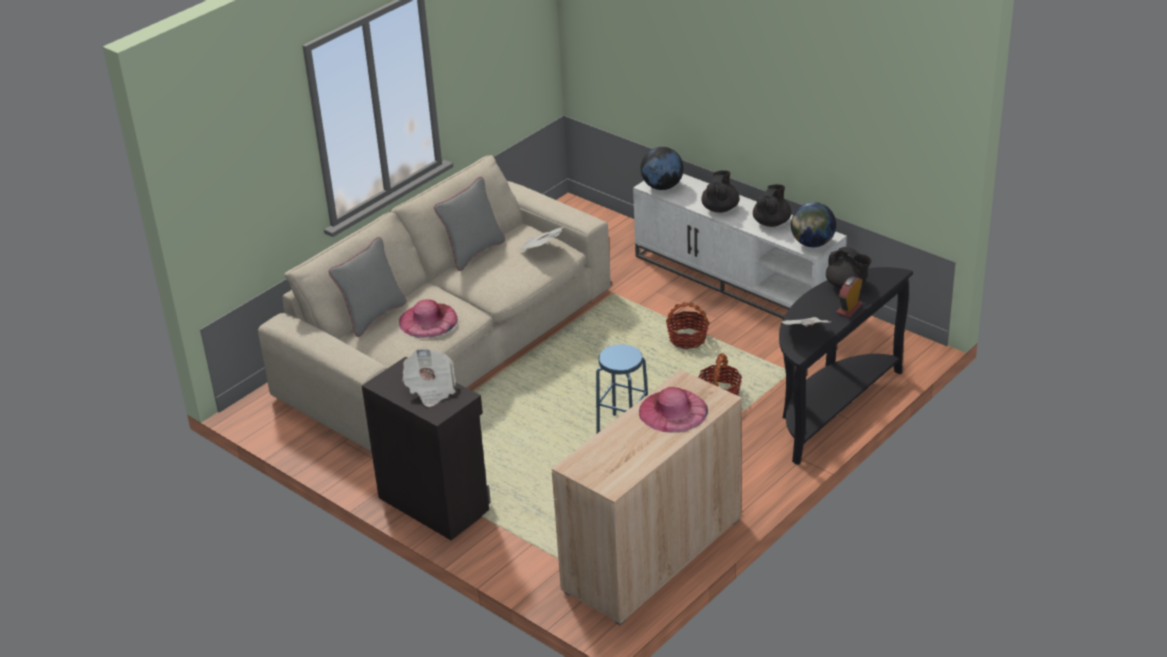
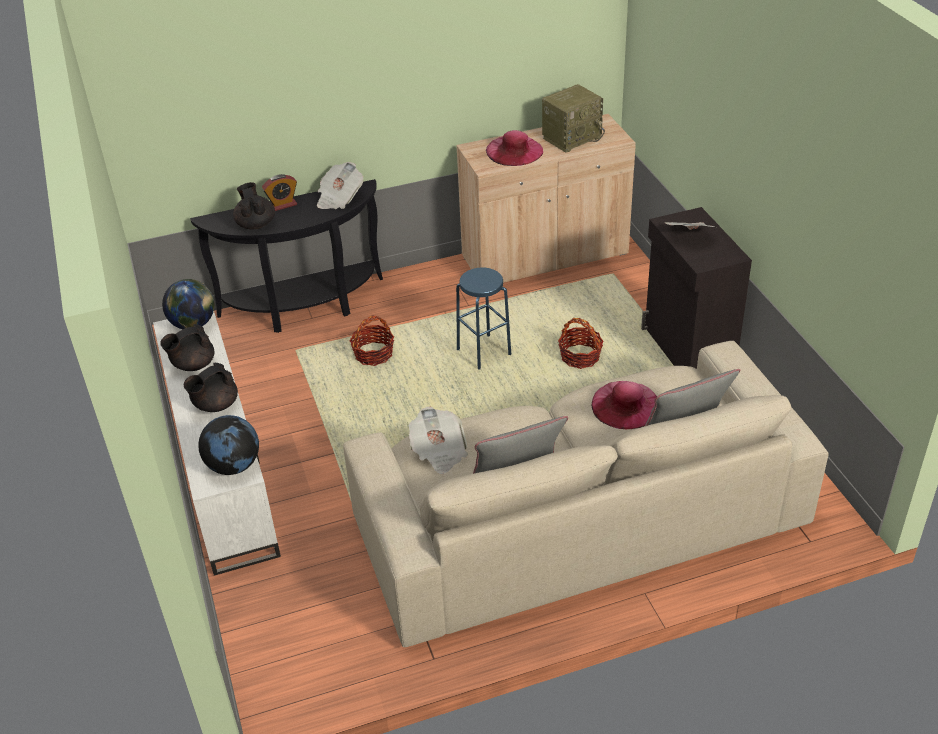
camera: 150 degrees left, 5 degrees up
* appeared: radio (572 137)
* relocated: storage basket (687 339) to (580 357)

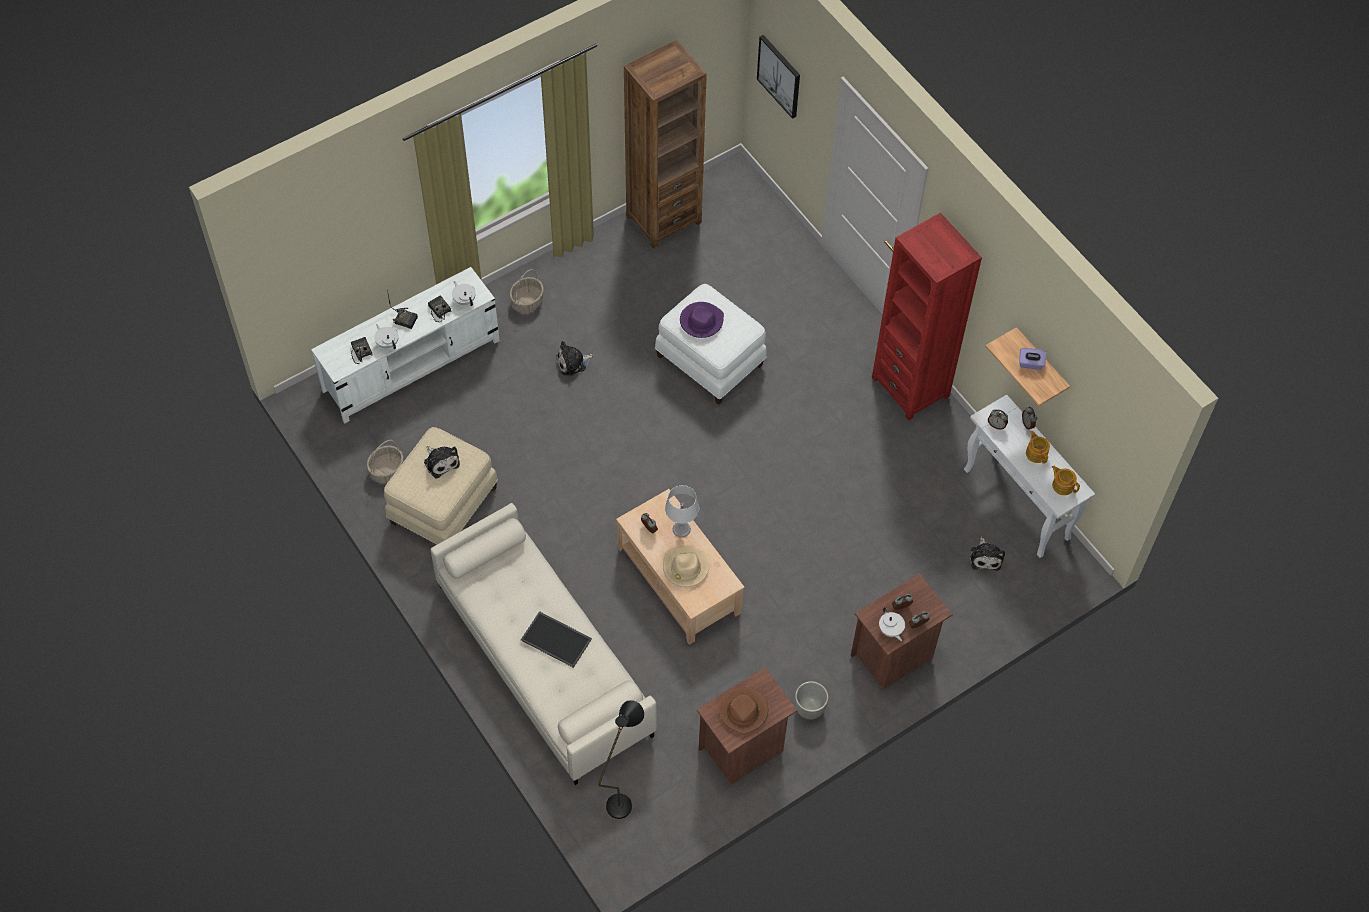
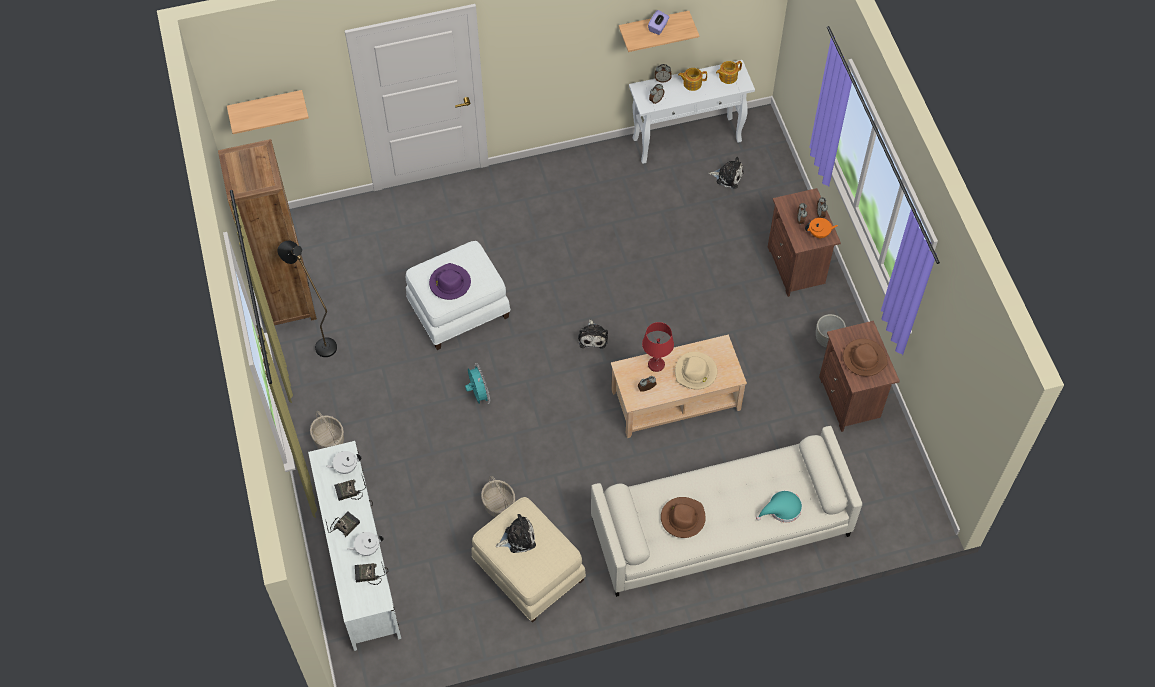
camera: 70 degrees left, 0 degrees up
* exchanged: wall art (779 76) to shelf (266 106)
* relocated: standard lamp (blackish) (623 798) to (320 342)
* appeared: electric fan (blue-green) (478 394)
* relocated: storage basket (387 471) to (499 504)
* relocated: plush toy (573 362) to (593 337)
* colour: lamp for a table (gray) (681 530) to lamp for a table (reddish) (656 365)
* appeared: clothing hat (brown) (682 518)
* appeared: clothing hat (blue-green) (782 509)
* colour: pot for tea (white-coloured) (890 630) to pot for tea (orange) (819 233)
* missing: carrying tray (557 639)
* missing: shelving unit (reddish) (910 387)

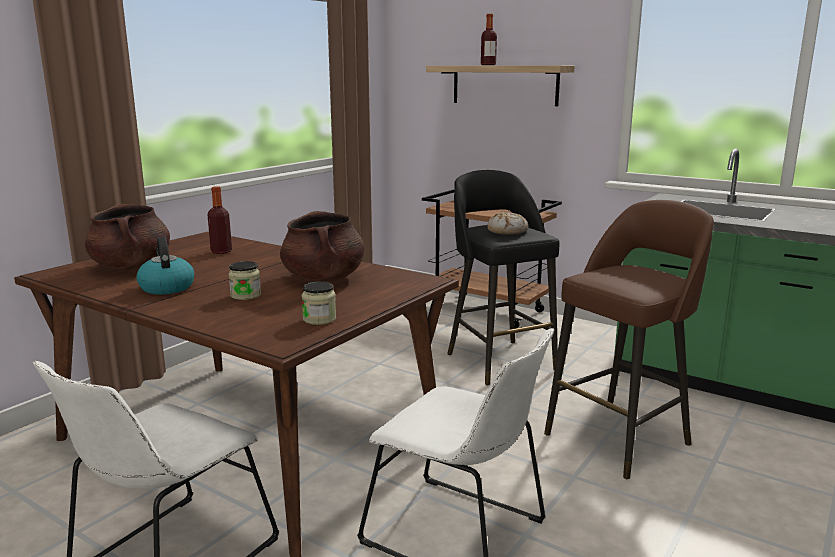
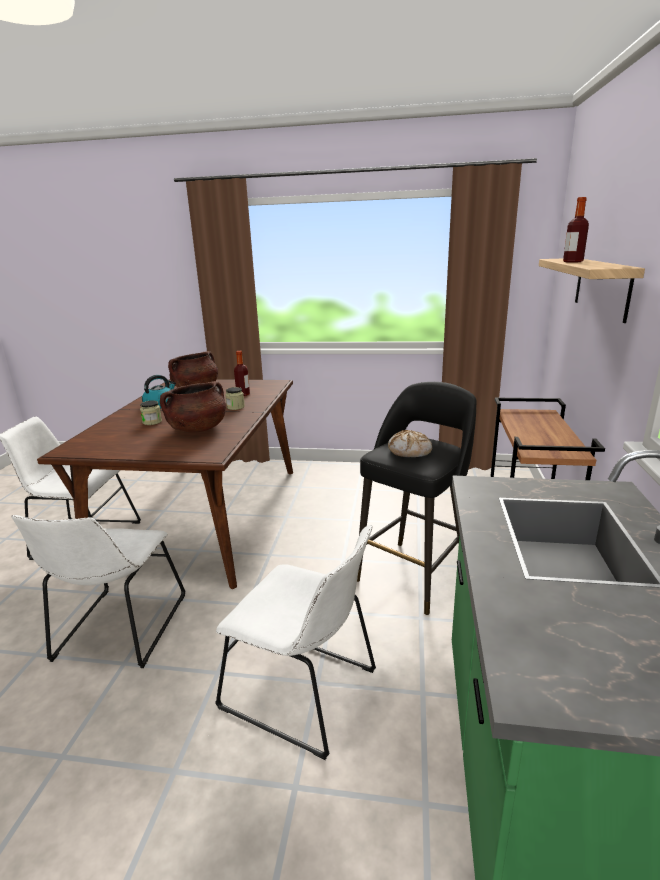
camera: 65 degrees right, 5 degrees up
* exchanged: stool seat (brown) (620 438) to chair (white-coloured) (305 692)
* relocated: preserve jar (319 319) to (235 407)

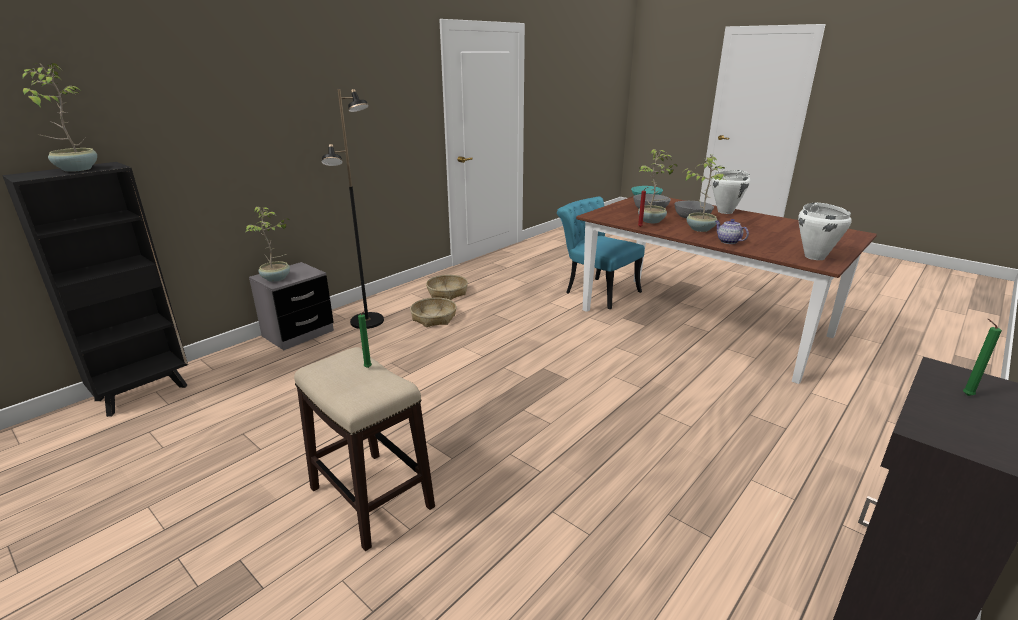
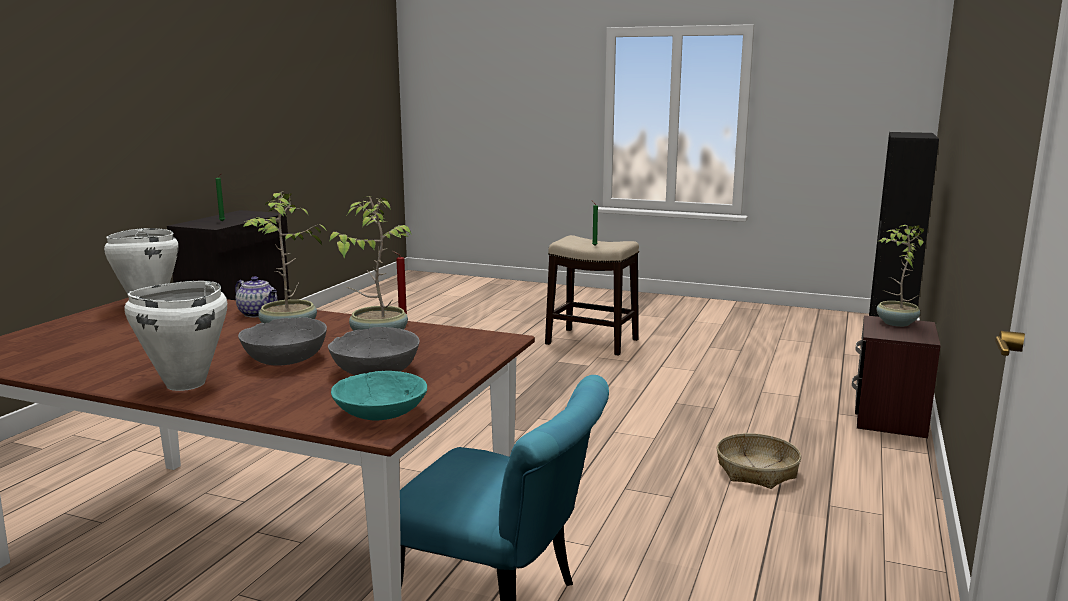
camera: 160 degrees right, 10 degrees down
* colour: bedside table (gray) (298 333) to bedside table (brown) (889 418)
* missing: houseplant (76 169)
* missing: standard lamp (blackish) (367 321)
* missing: storage basket (447 292)

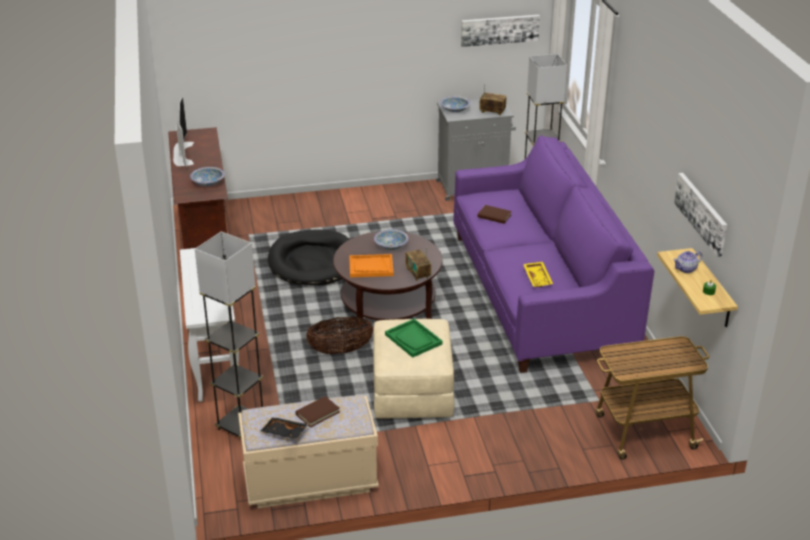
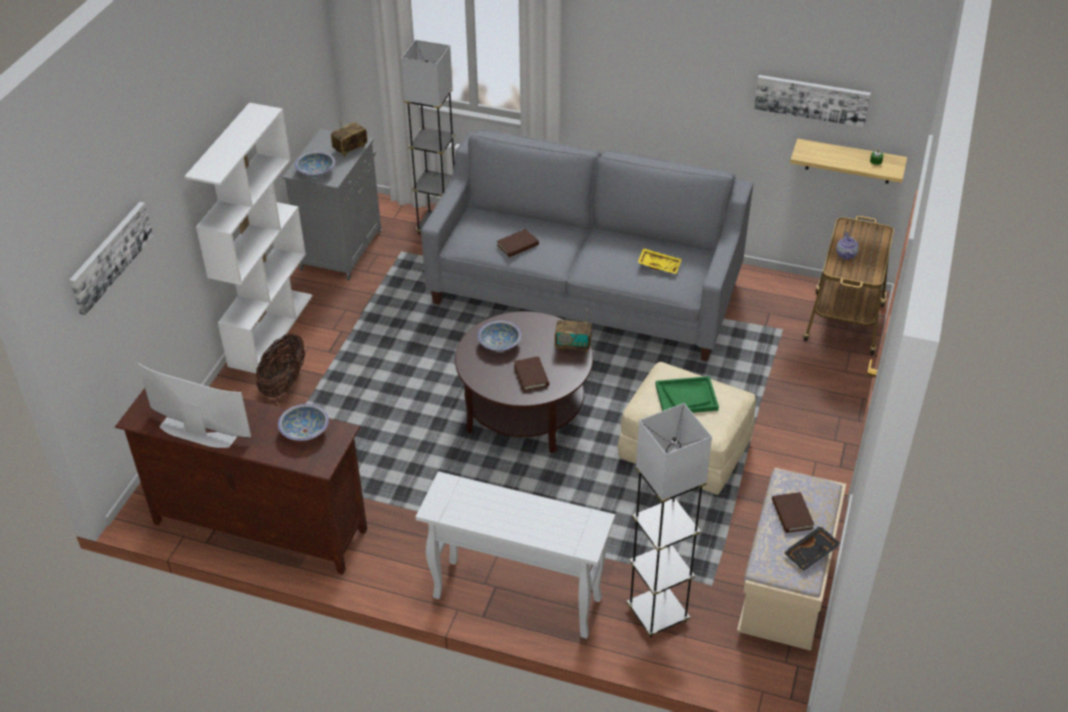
camera: 60 degrees left, 10 degrees up
* relocated: wall art (499 30) to (110 256)
* appeared: shelving unit (white-coloured) (270 329)
* relocated: storage basket (340 350) to (284 382)
* colour: couch (purplish) (539 294) to couch (gray) (585 291)
* exchanged: carrying tray (orange) (371 267) to bound book (brown) (531 375)
* relocated: pot for tea (686 269) to (846 255)
* missing: dog cushion (blackish) (313 262)

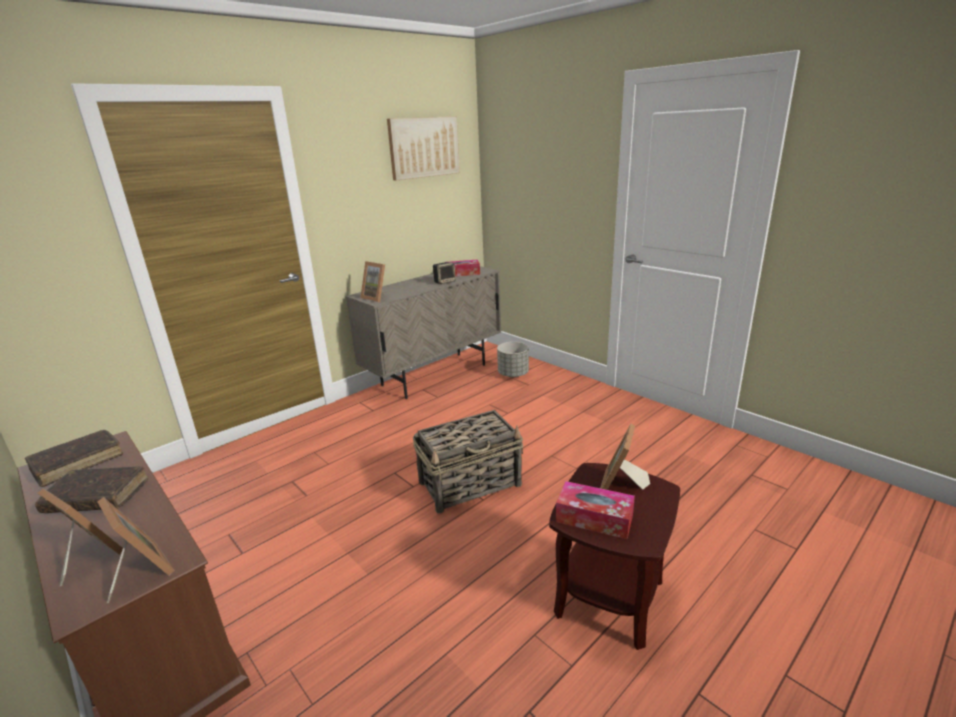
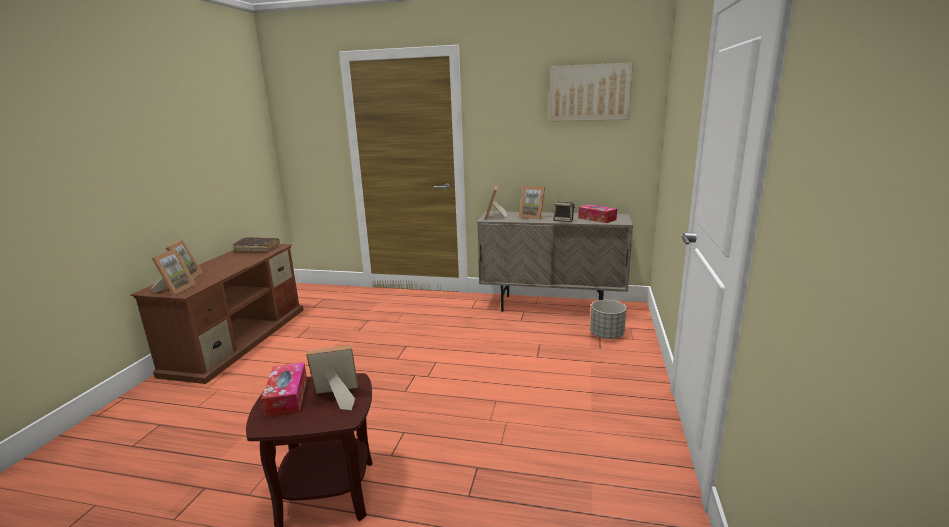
camera: 55 degrees right, 5 degrees down
* appeared: photo frame (532 217)
* missing: bound book (brown) (97 497)
* missing: storage basket (471 483)

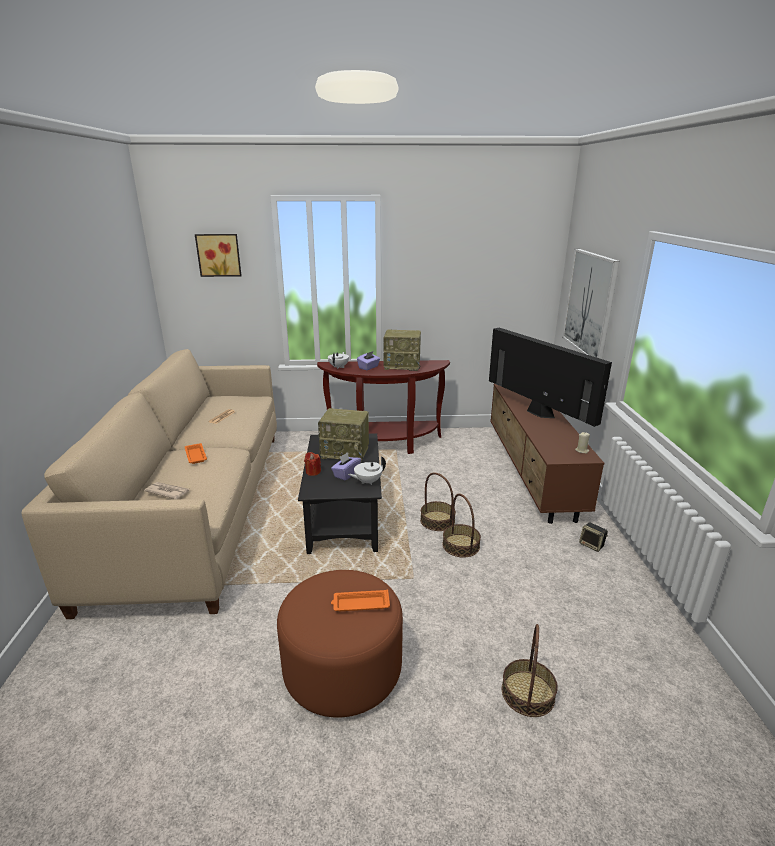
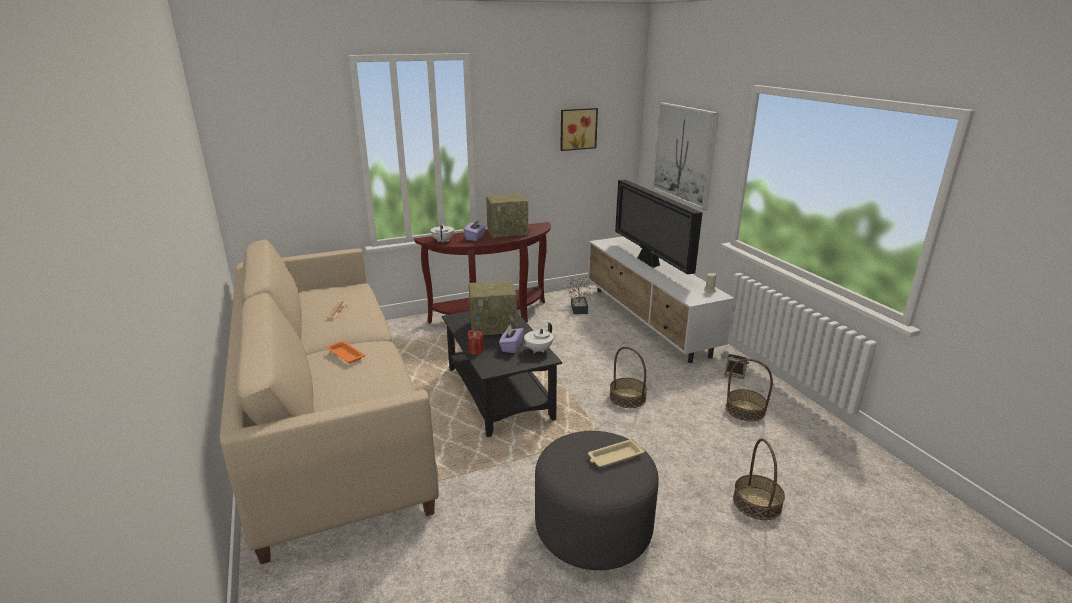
camera: 20 degrees left, 0 degrees up
* colour: footrest (brown) (342 669) to footrest (gray) (593 528)
* relocated: wall art (219 255) to (577 129)
* appeared: houseplant (579 307)
* colour: media console (brown) (532 472) to media console (white-coloured) (648 321)
* colour: carrying tray (orange) (360 604) to carrying tray (sand-coloured) (615 456)
* spun: TV set (538 413) = (649 263) 150 degrees counterclockwise
* relocated: storage basket (437 521) to (745 410)
* missing: printed paper (167 492)

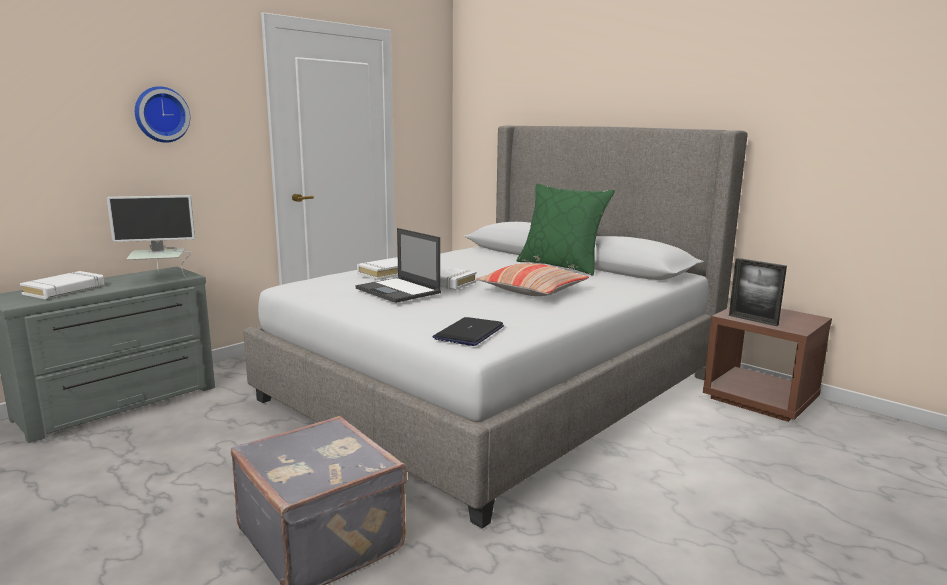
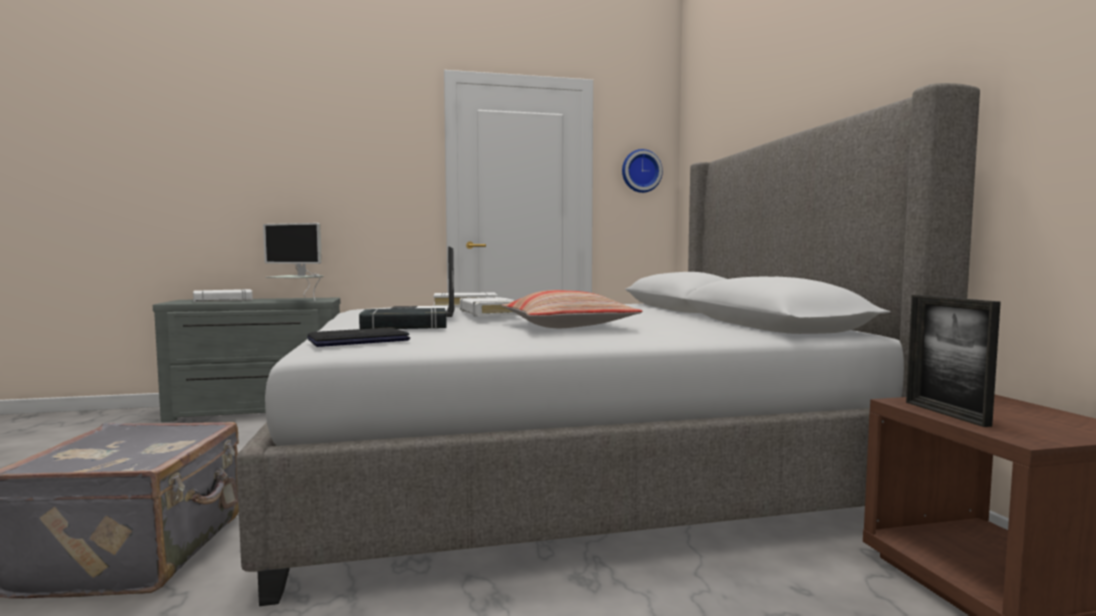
camera: 35 degrees right, 10 degrees down
* appeared: bound book (blackish) (404 326)
* relocated: hanging clock (161 114) to (640 171)
* missing: throw pillow (green-coloured) (561 266)

